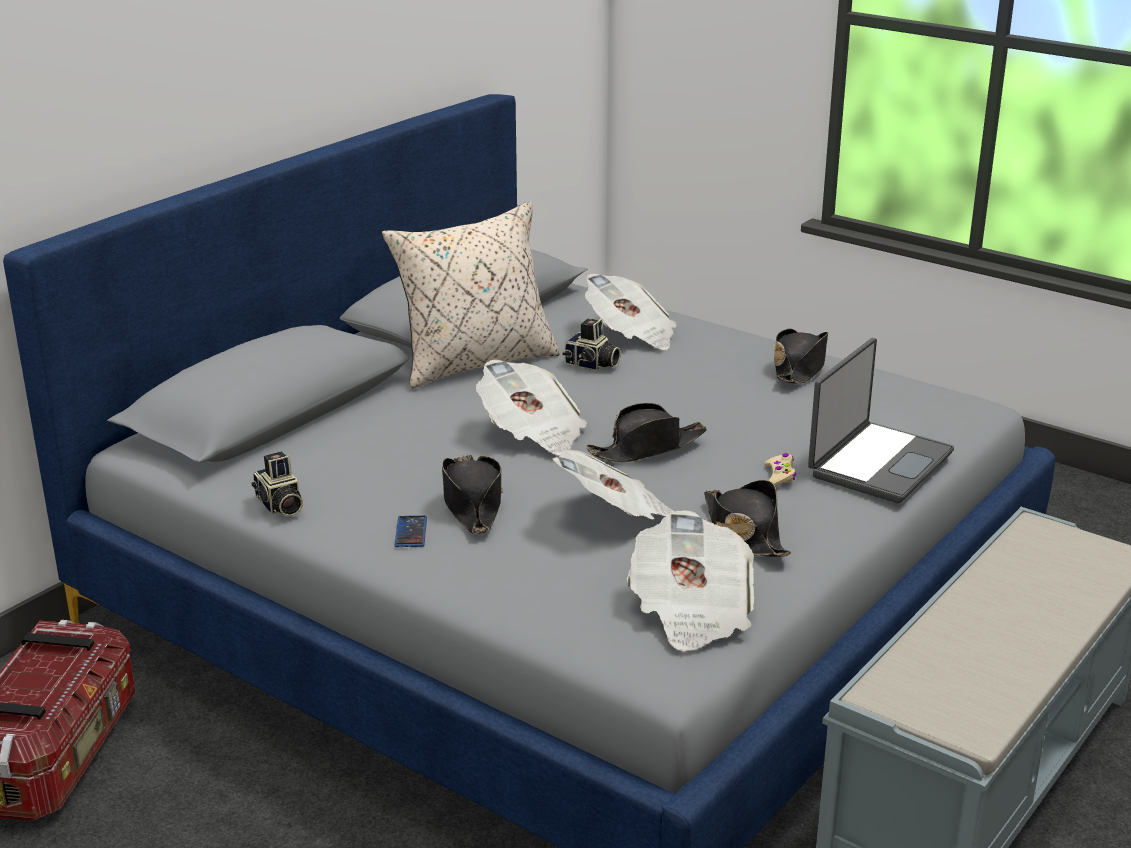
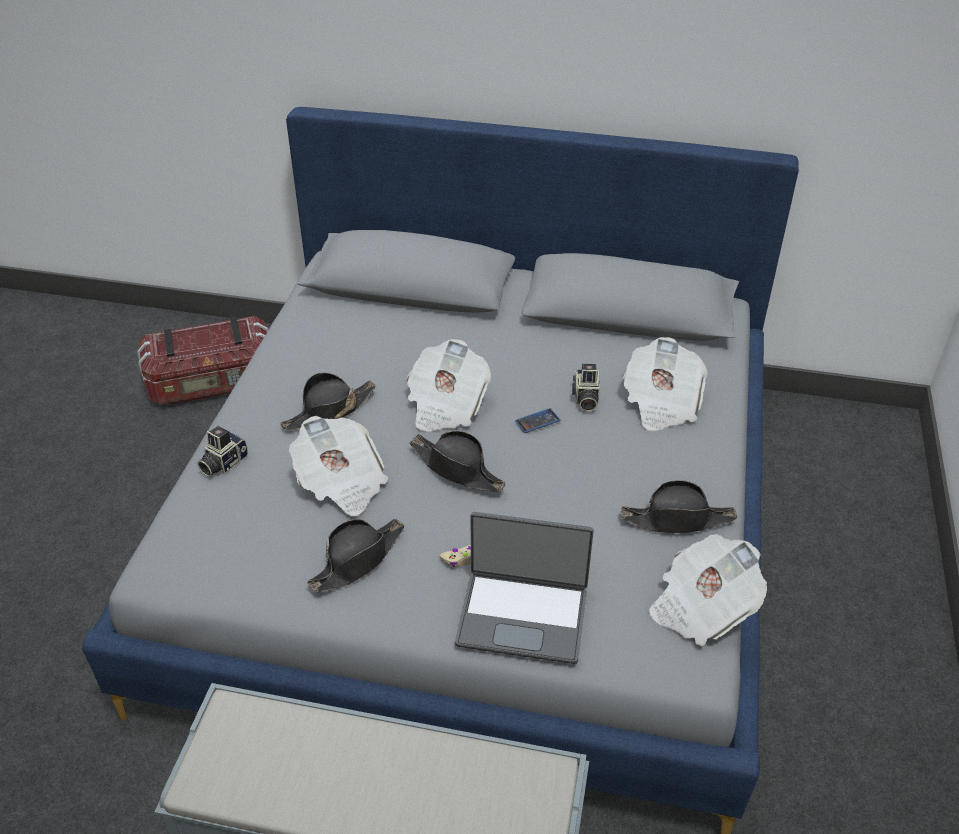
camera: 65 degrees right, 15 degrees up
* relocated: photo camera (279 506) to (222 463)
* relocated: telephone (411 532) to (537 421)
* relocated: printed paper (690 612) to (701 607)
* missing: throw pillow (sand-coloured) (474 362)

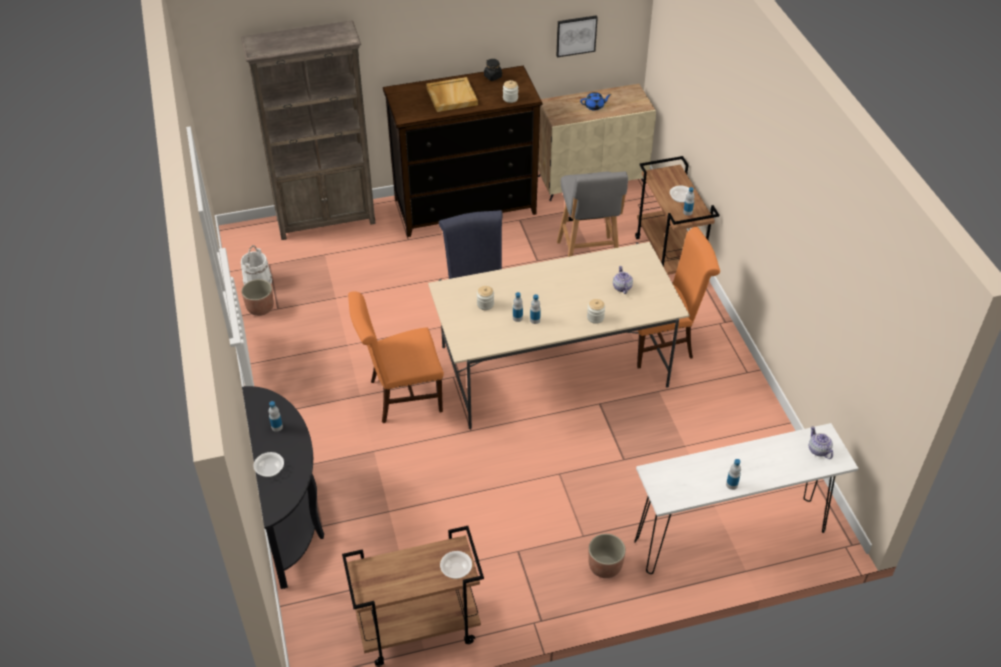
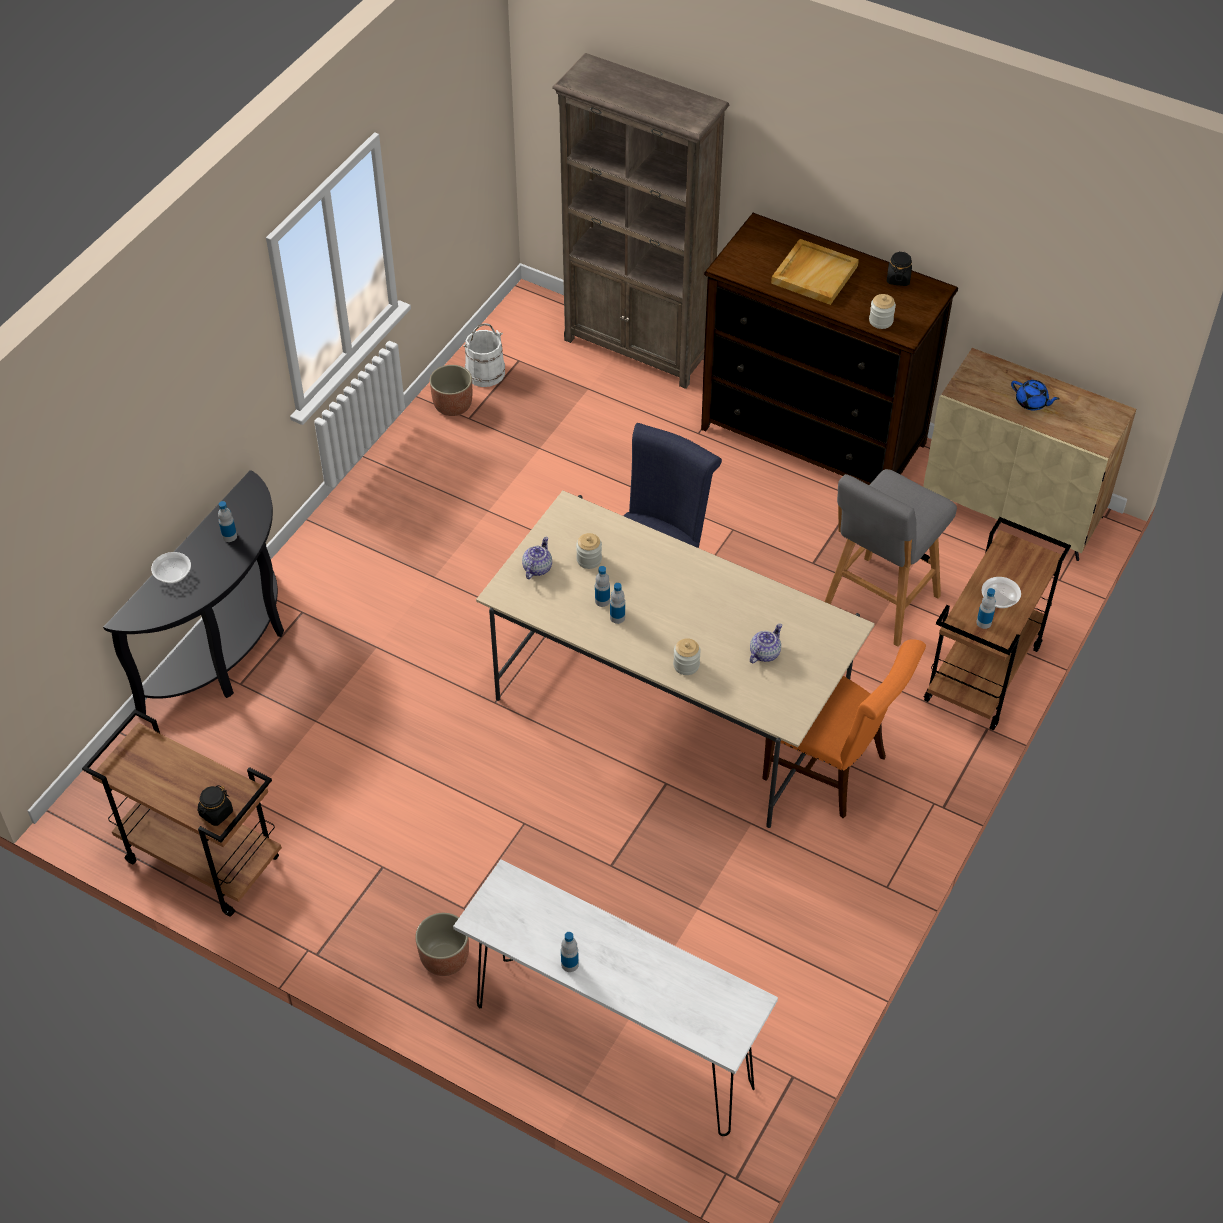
camera: 45 degrees right, 5 degrees up
* exchanged: serving bowl (456 569) to preserve jar (blackish) (216 813)
* relocated: pot for tea (818 450) to (537 568)
* missing: chair (orange) (400 396)
* missing: wall art (576 35)

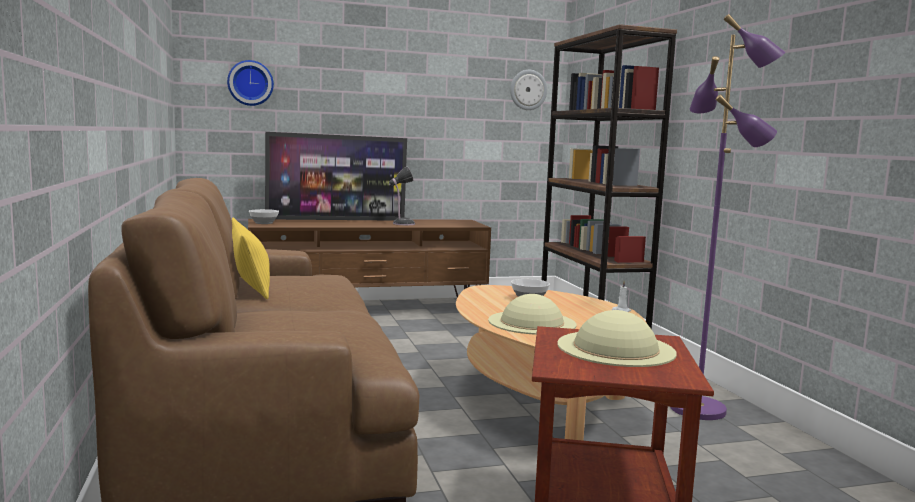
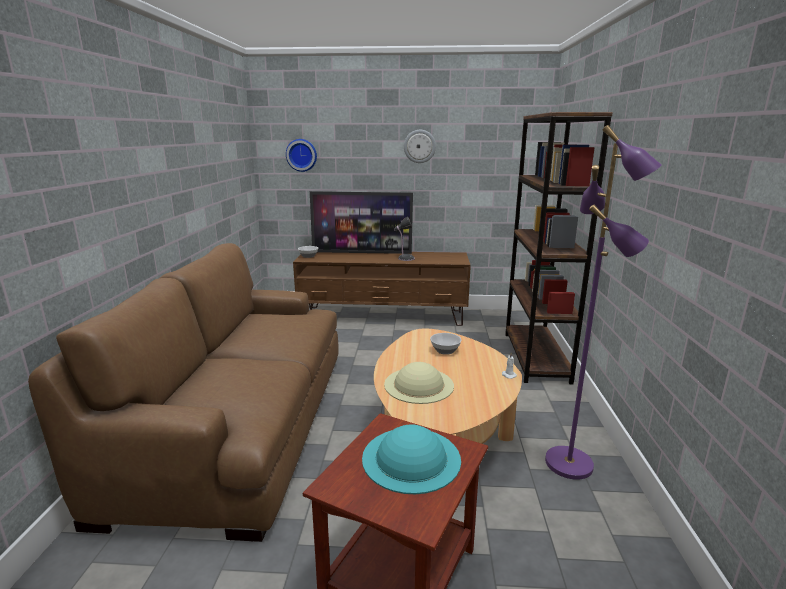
camera: 20 degrees right, 10 degrees up
* colour: clothing hat (sand-coloured) (616 348) to clothing hat (blue-green) (411 458)
* relocated: hanging clock (528 90) to (419 146)
* missing: throw pillow (yellowish) (249 285)

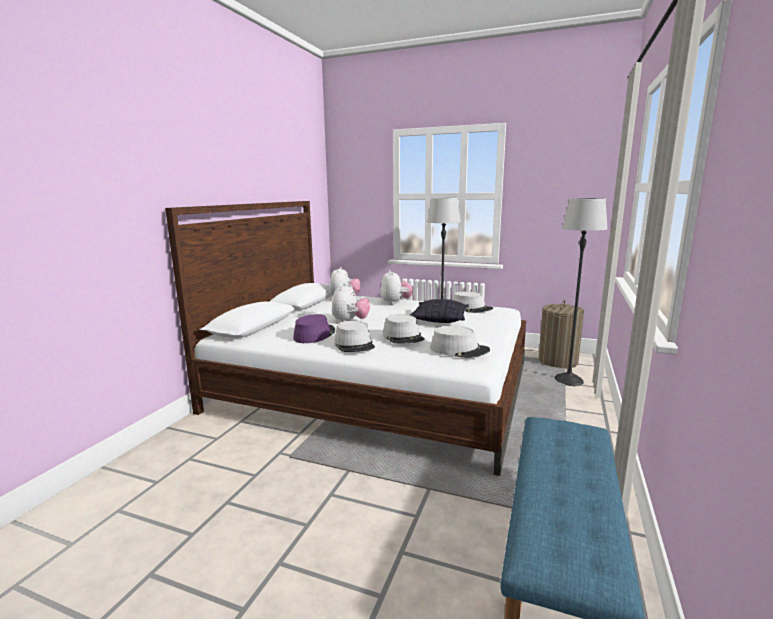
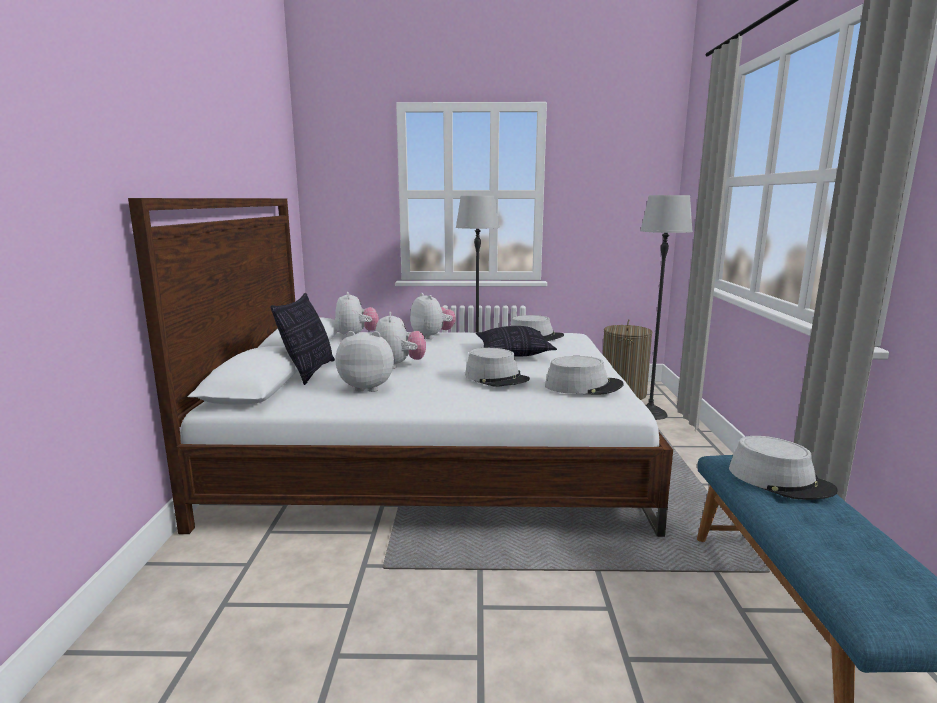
camera: 20 degrees left, 0 degrees up
* appeared: throw pillow (309 372)
* exchanged: clothing hat (purplish) (314 335) to plush toy (368 387)
* relocated: clothing hat (gray) (354 345) to (780 480)

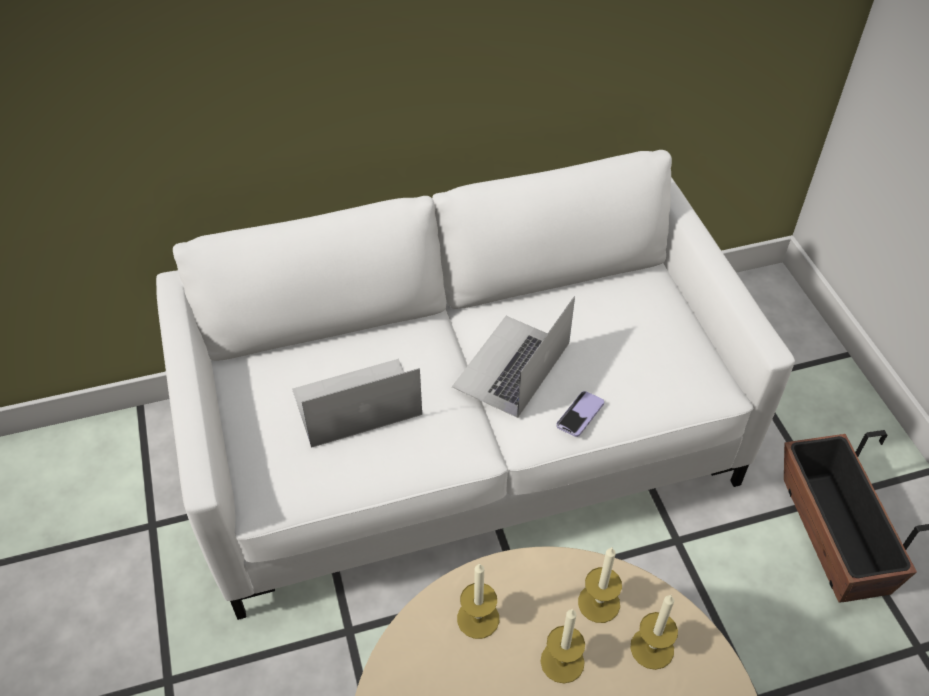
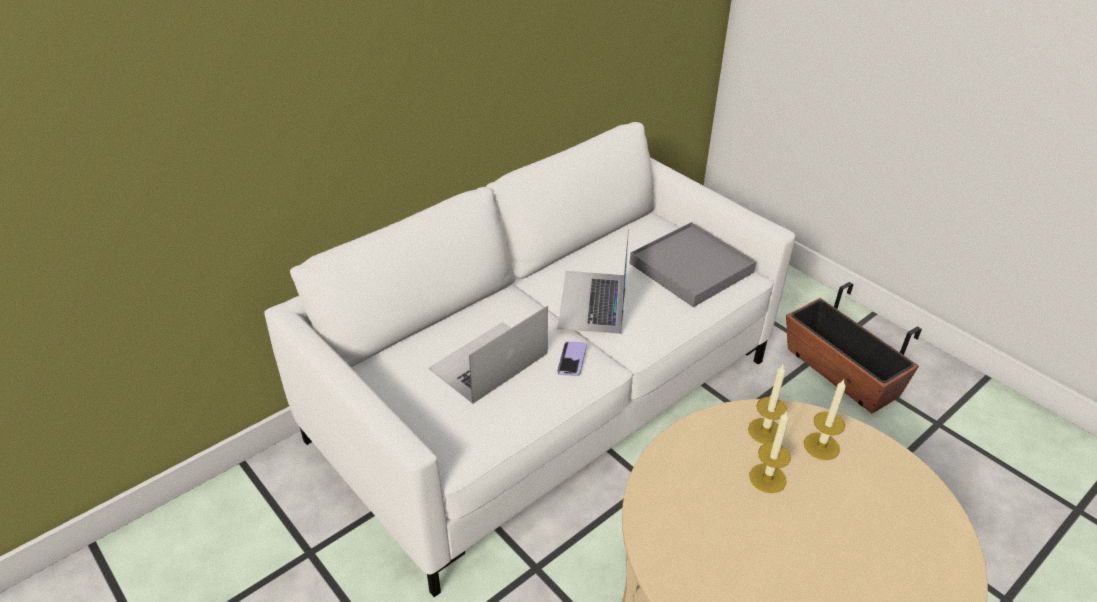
camera: 25 degrees left, 10 degrees down
* relocated: telephone (580 415) to (572 360)
* appeared: carrying tray (gray) (691 268)
* missing: wax light (478 618)

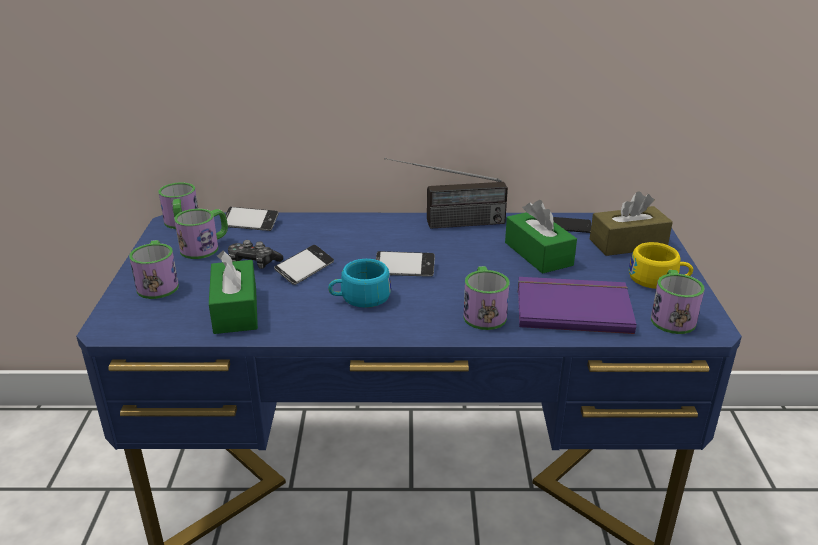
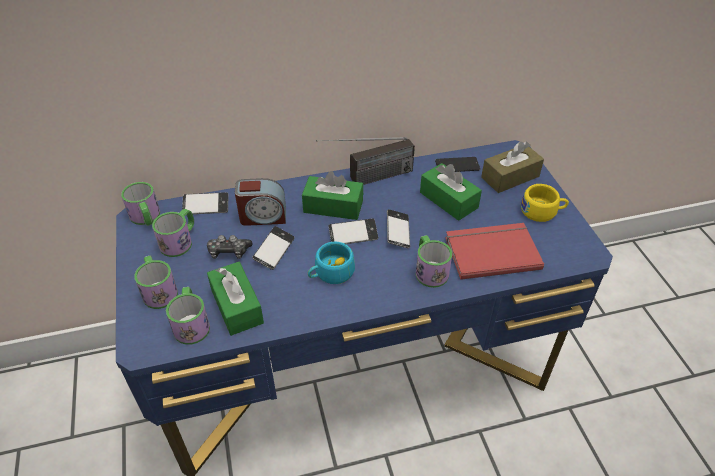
camera: 15 degrees left, 15 degrees up
* relocated: coffee mug (671 316) to (191 323)
* appeared: bedside clock (263 216)
* appeared: tissue box (green-coloured) (333 206)
* appeared: telephone (398 231)
* colour: bound book (purplish) (572 307) to bound book (reddish) (491 251)

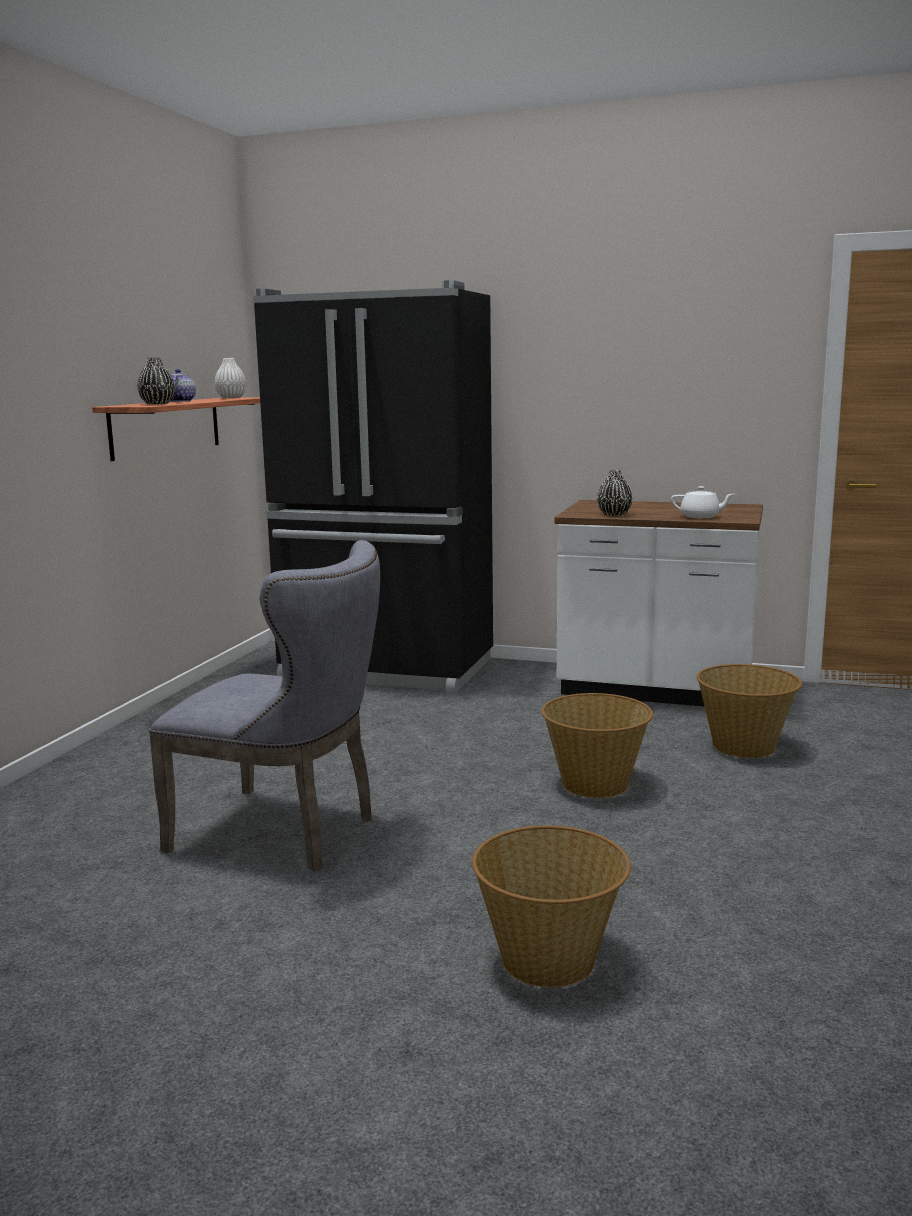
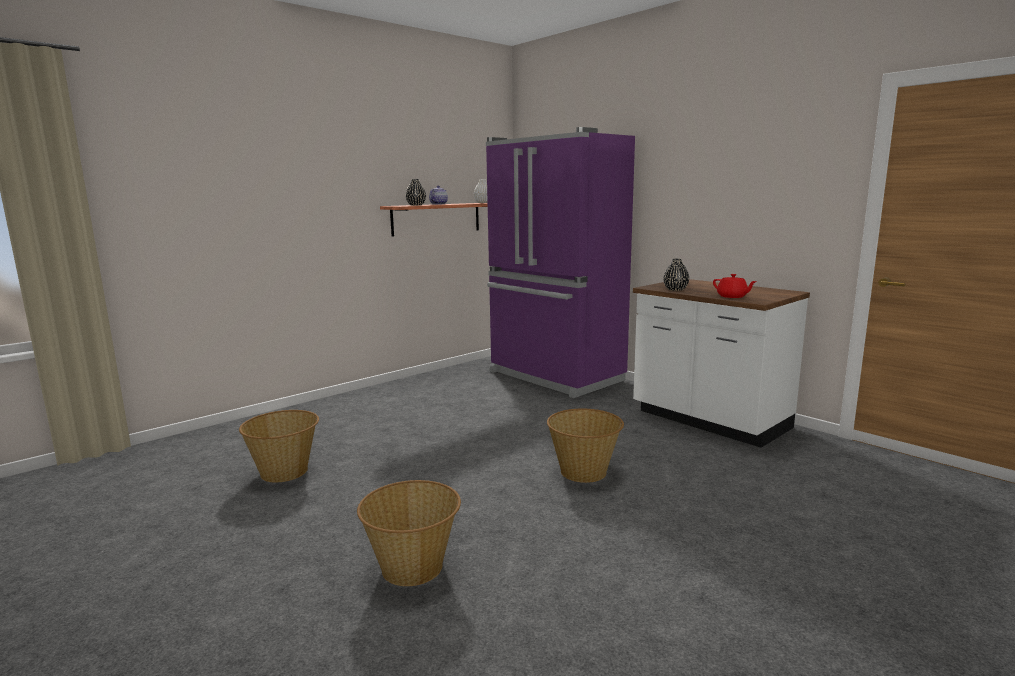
camera: 30 degrees right, 0 degrees up
* relocated: storage basket (745 746) to (285 472)
* colour: fridge (blackish) (386 670) to fridge (purplish) (554 377)
* colour: pot for tea (white-coloured) (700 517) to pot for tea (reddish) (732 296)
* missing: chair (gray) (287 832)

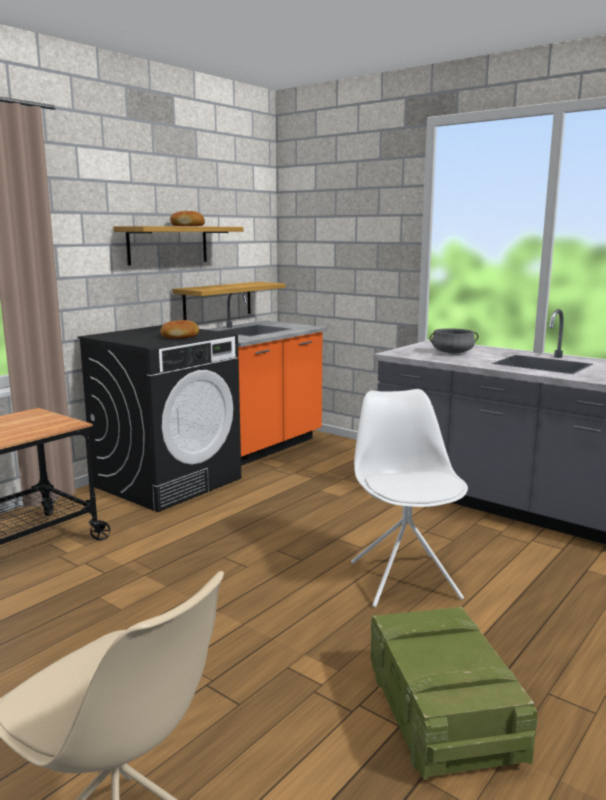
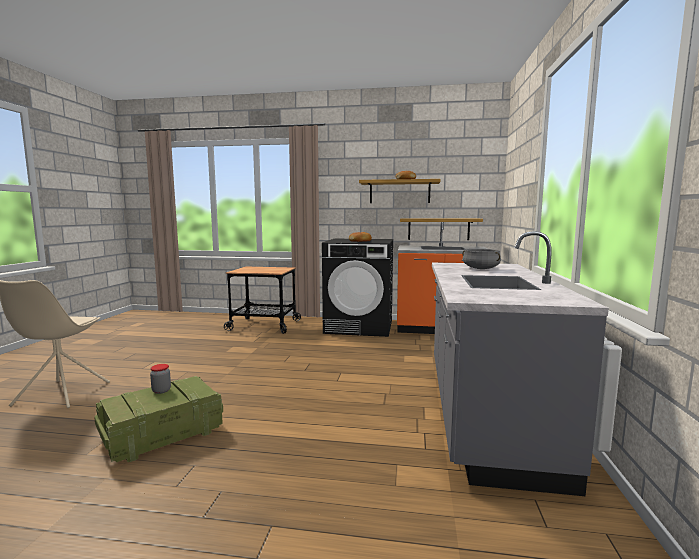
camera: 60 degrees right, 5 degrees down
* appeared: preserve jar (161 390)
* missing: chair (white-coloured) (404 579)

